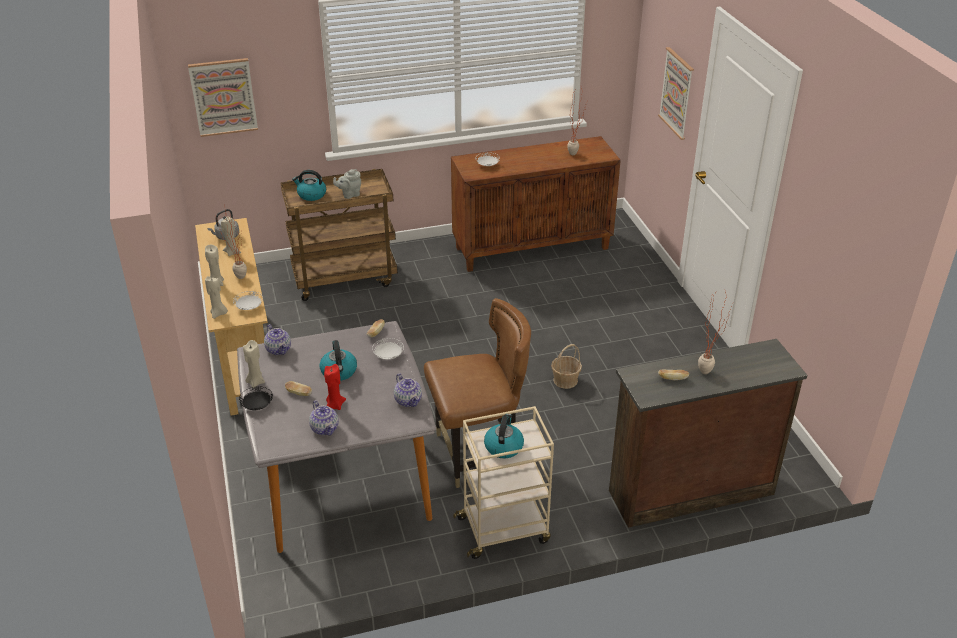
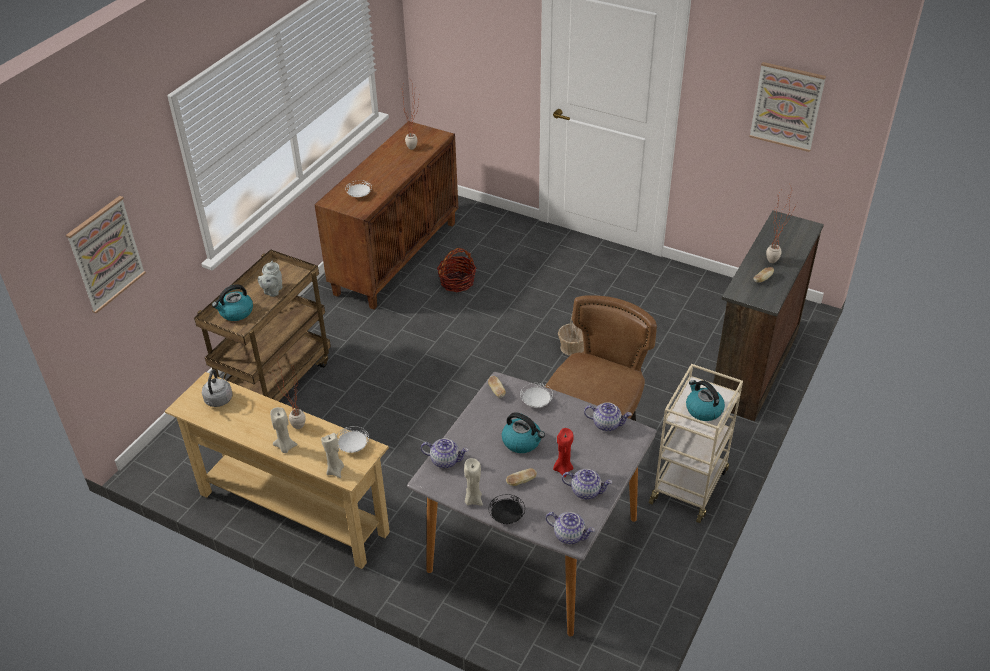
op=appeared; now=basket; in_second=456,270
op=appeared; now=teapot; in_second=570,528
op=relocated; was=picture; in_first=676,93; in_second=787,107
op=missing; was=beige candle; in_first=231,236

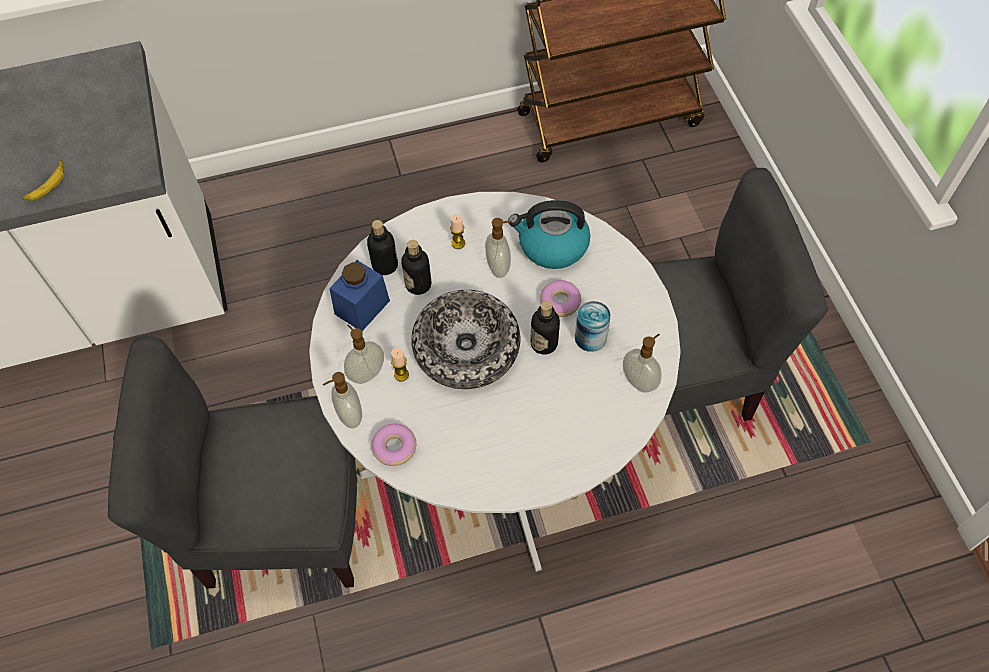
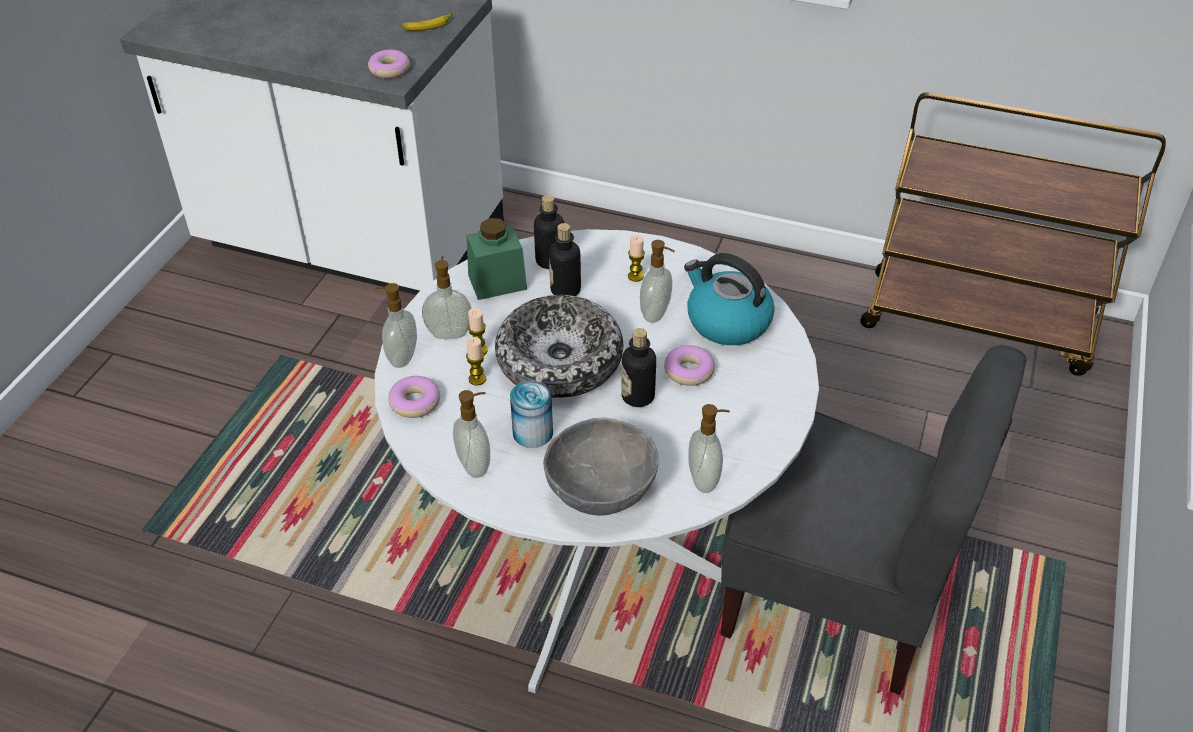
op=appeared; now=donut; in_second=389,64
op=relocated; was=banana; in_first=43,180; in_second=426,21
op=appeared; now=soap dispenser; in_second=471,434
op=appeared; now=candle; in_second=476,361
op=colour; was=blue jar; now=green jar; in_first=359,295; in_second=497,259
op=relocated; was=can; in_first=593,326; in_second=531,414
op=appeared; now=grey bowl; in_second=601,467
op=missing; was=grey chair; in_first=232,462

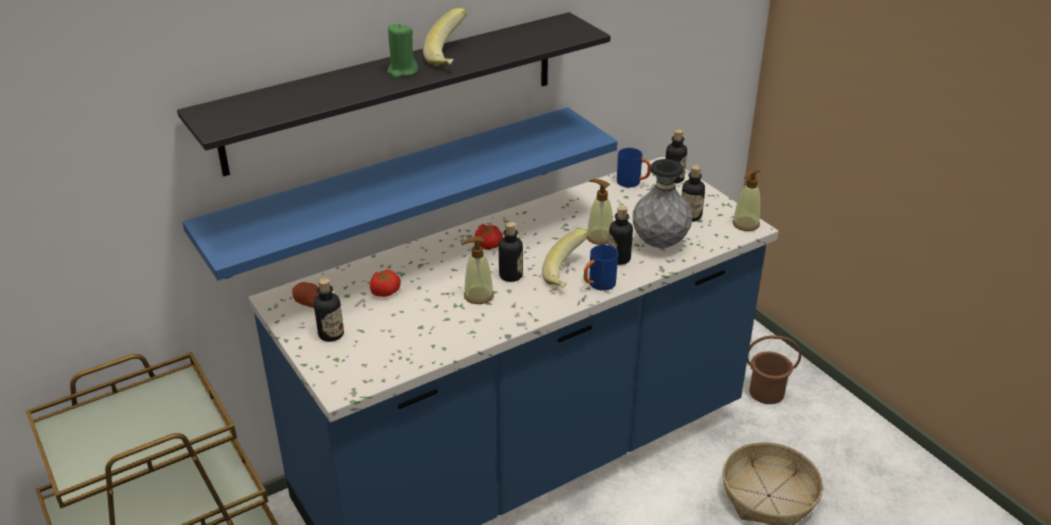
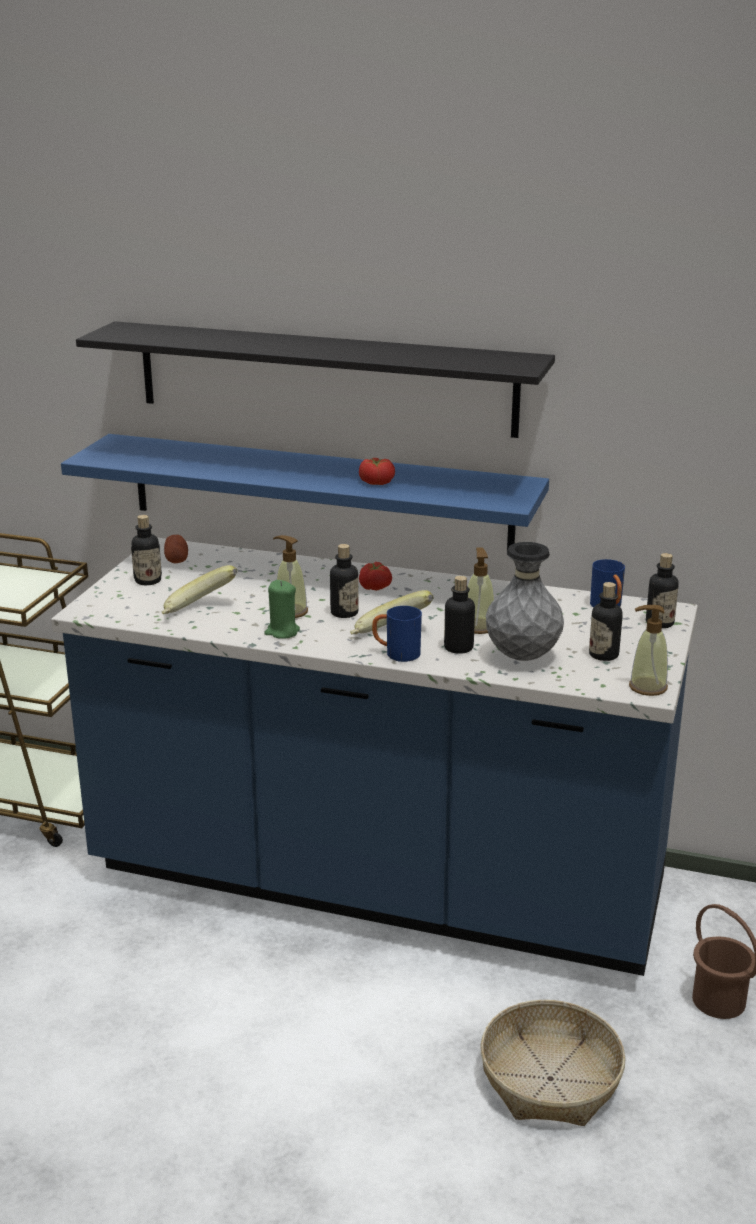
op=relocated; was=banana; in_first=445,37; in_second=199,589
op=relocated; was=green candle; in_first=402,50; in_second=282,609
op=relocated; was=tomato; in_first=385,283; in_second=377,471

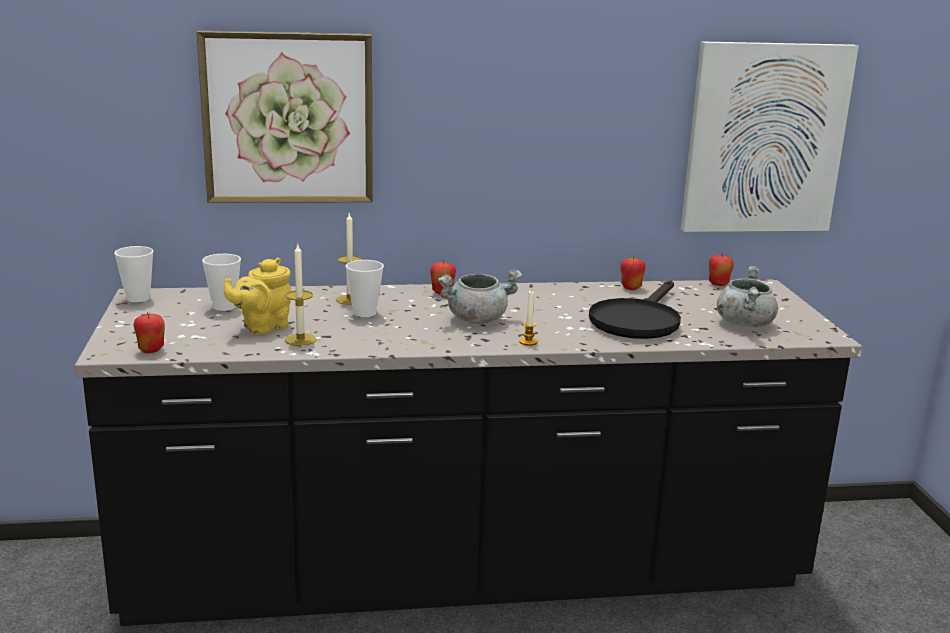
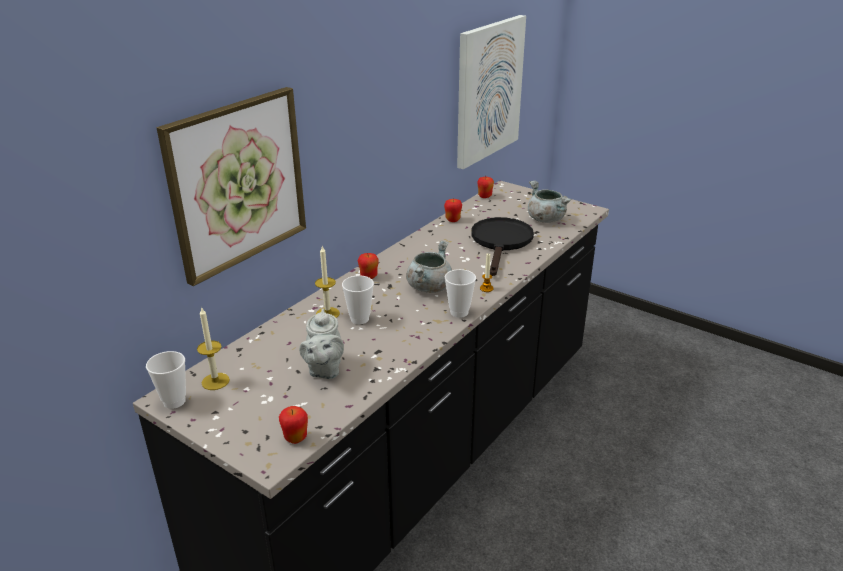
op=relocated; was=candle; in_first=300,294; in_second=213,349
op=colour; was=yellow teapot; now=grey teapot; in_first=257,296; in_second=321,343
op=relocated; was=cup; in_first=221,282; in_second=460,293
op=spun; was=black frying pan; in_first=635,309; in_second=502,246; clockwise=-150

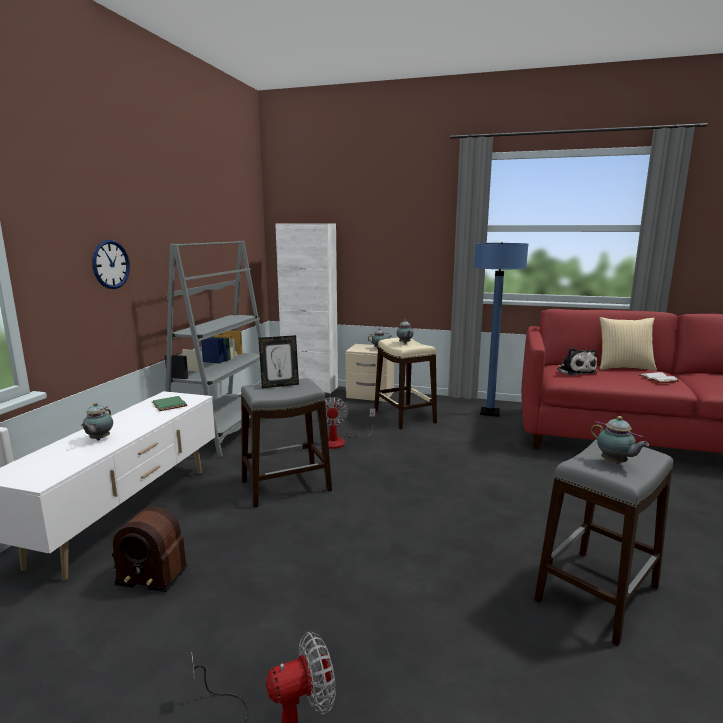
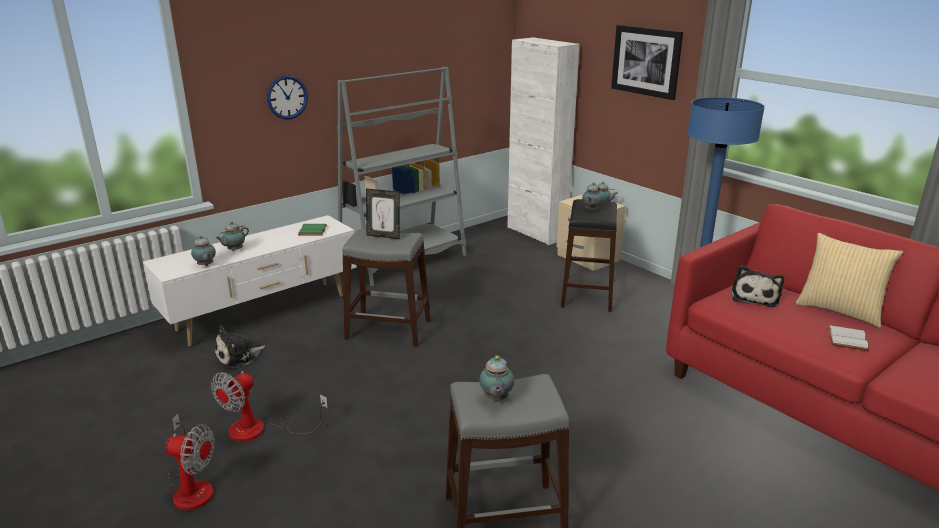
op=appeared; now=teapot; in_second=203,250
op=relocated; was=fan; in_first=350,423; in_second=269,406
op=exchanged; was=radio; now=plush toy; in_first=149,549; in_second=239,347
op=colour; was=beige stool; now=black stool; in_first=405,384; in_second=589,255
op=appeared; now=picture; in_second=647,62

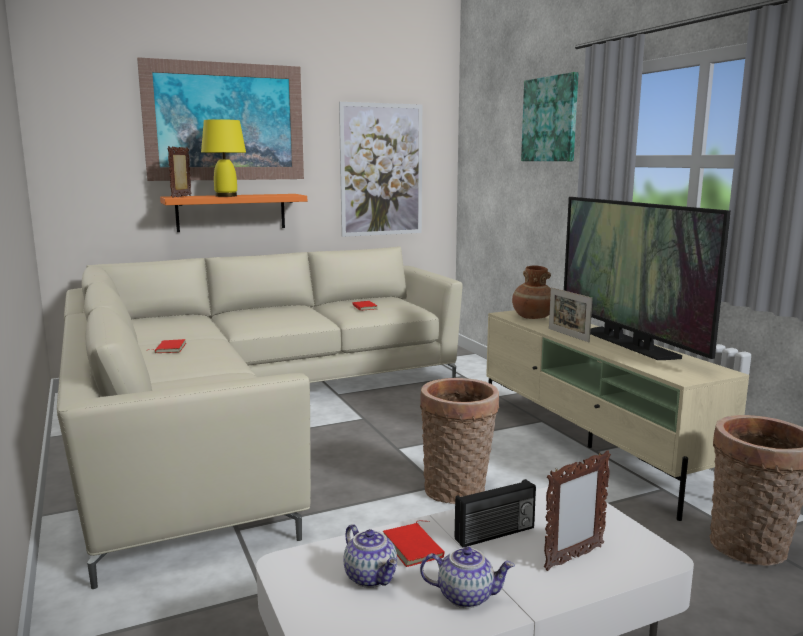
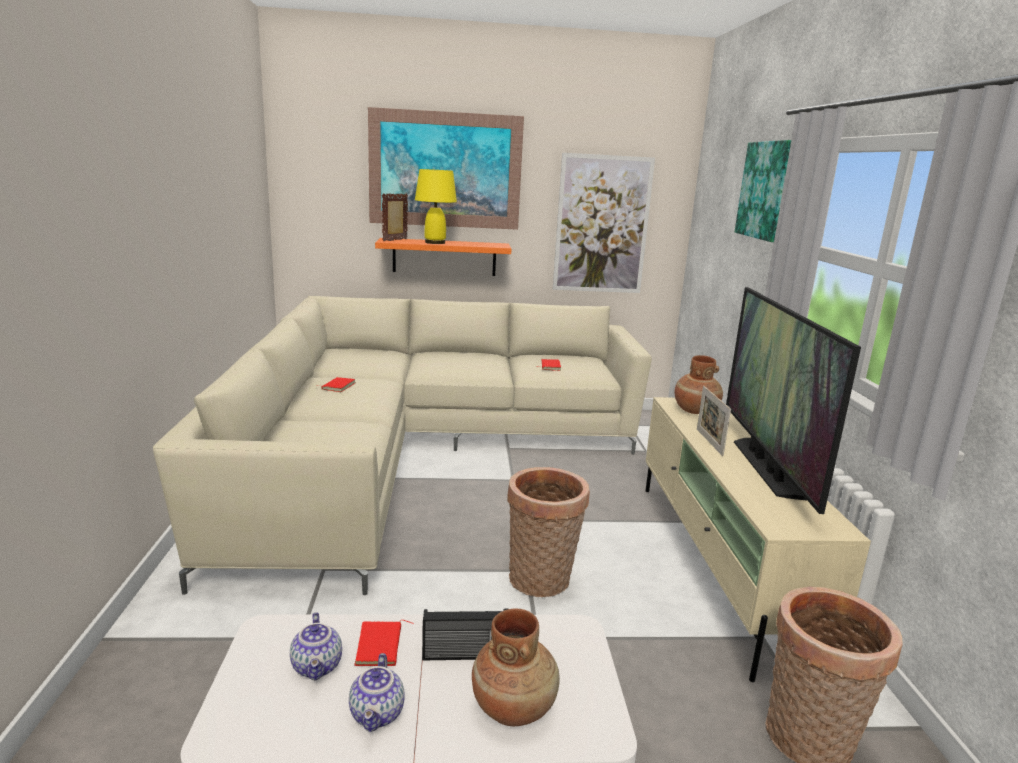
op=spun; was=teapot; in_first=467,577; in_second=377,692; clockwise=60
op=exchanged; was=picture frame; now=brown vase; in_first=577,510; in_second=516,667

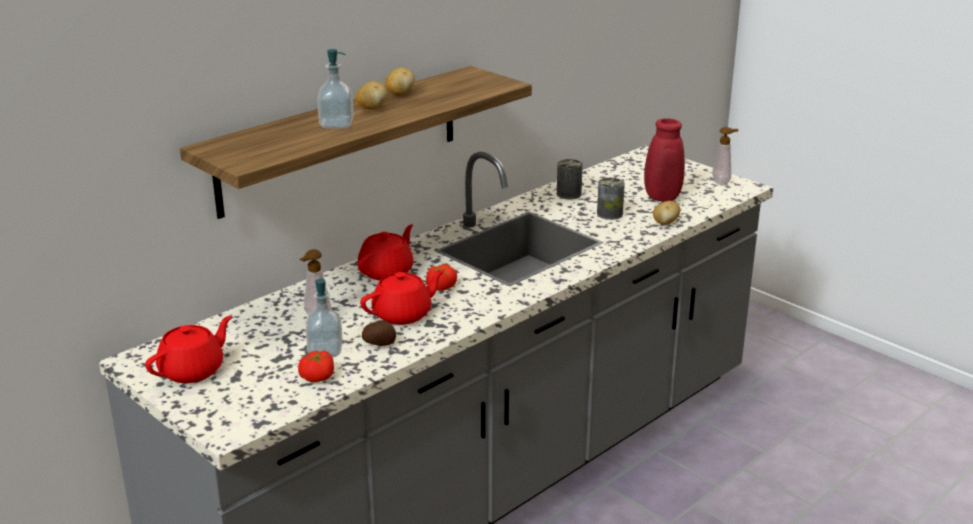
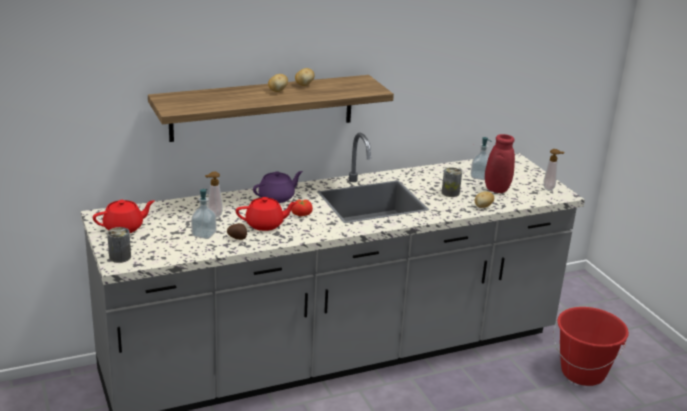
op=relocated; was=can; in_first=570,179; in_second=119,245
op=colour; was=red teapot; now=purple teapot; in_first=385,252; in_second=278,187
op=relocated; was=soap dispenser; in_first=335,89; in_second=481,158
op=appeared; now=red bucket; in_second=591,346
op=missing; was=tomato; in_first=316,366

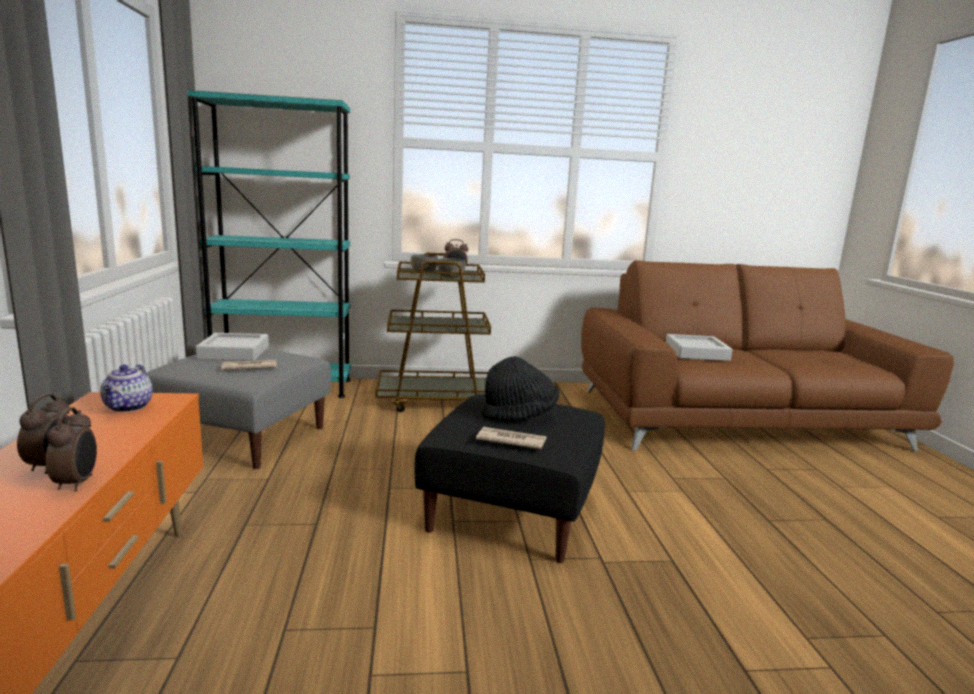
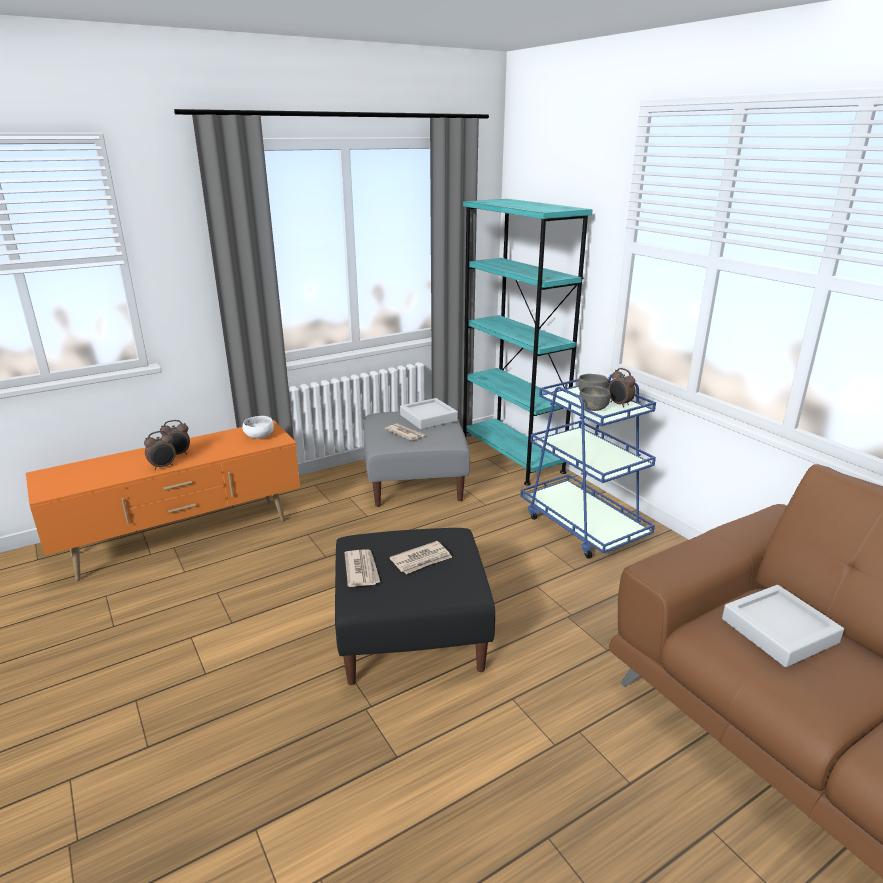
op=exchanged; was=teapot; now=white bowl; in_first=126,388; in_second=258,427
op=exchanged; was=black hat; now=newspaper; in_first=520,388; in_second=420,557
op=colour; was=brown cart; now=blue cart; in_first=433,332; in_second=588,466

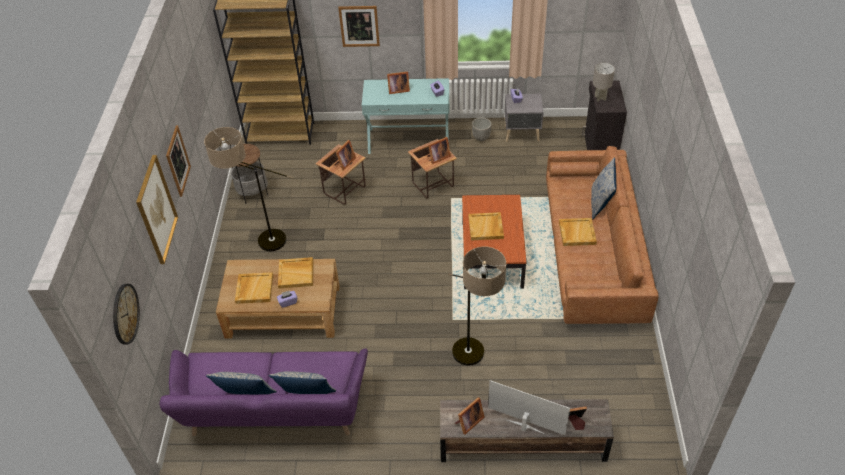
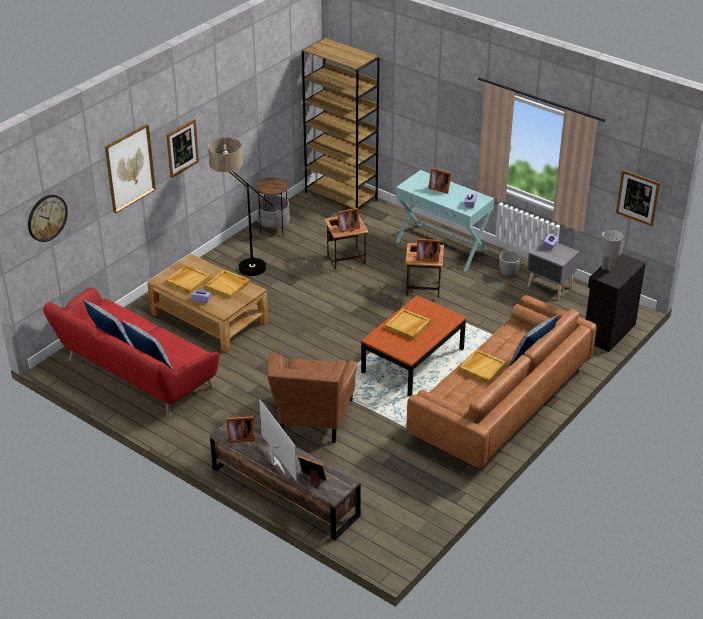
op=colour; was=purple sofa; now=red sofa; in_first=264,392; in_second=131,352
op=exchanged; was=floor lamp; now=brown armchair; in_first=477,306; in_second=312,398
op=relocated; was=picture; in_first=359,26; in_second=638,198

